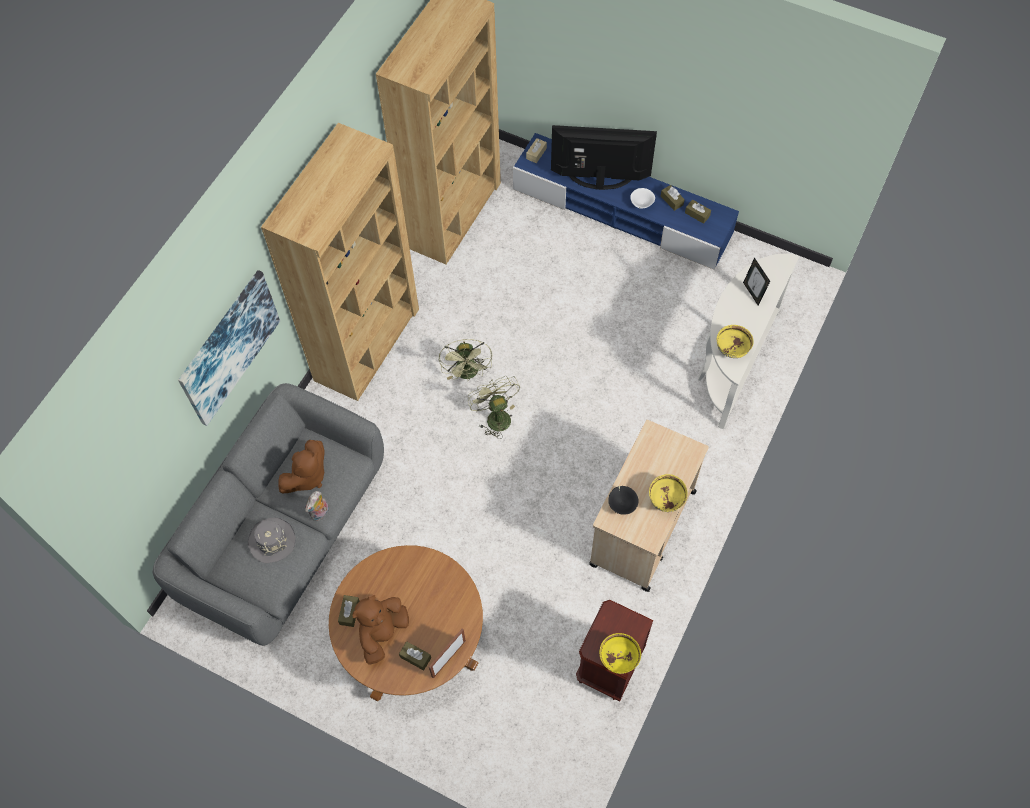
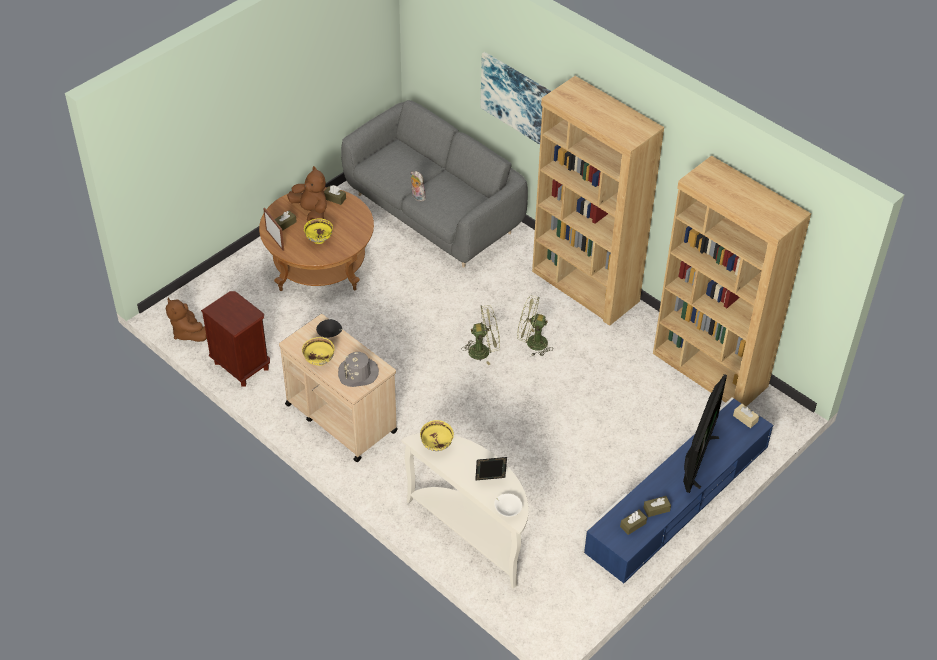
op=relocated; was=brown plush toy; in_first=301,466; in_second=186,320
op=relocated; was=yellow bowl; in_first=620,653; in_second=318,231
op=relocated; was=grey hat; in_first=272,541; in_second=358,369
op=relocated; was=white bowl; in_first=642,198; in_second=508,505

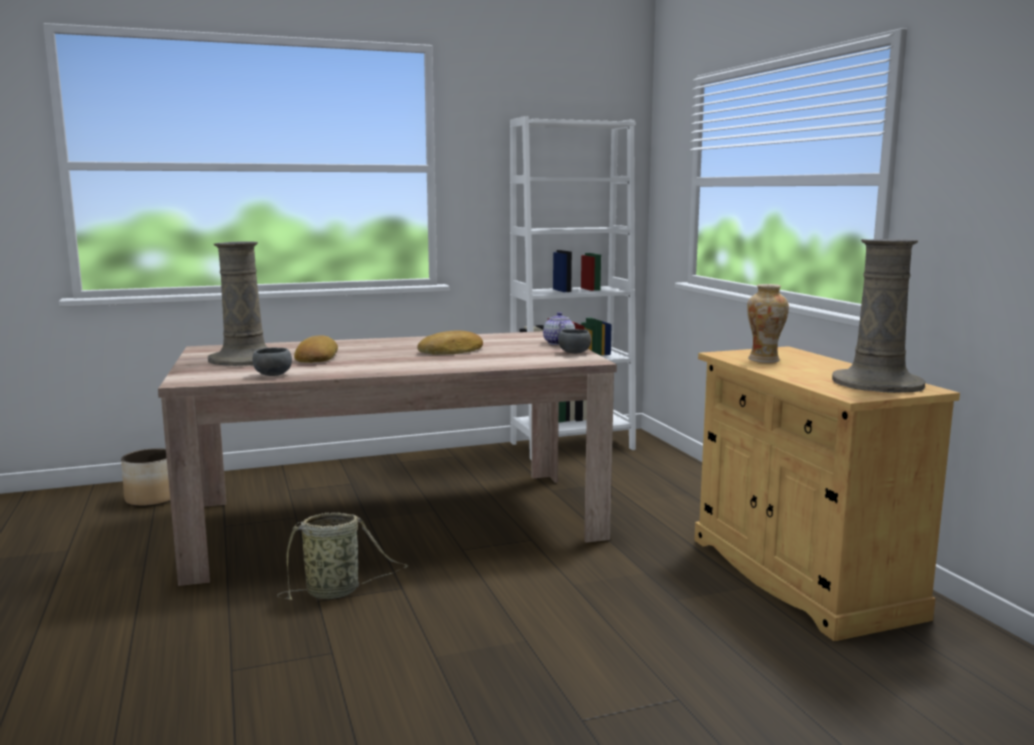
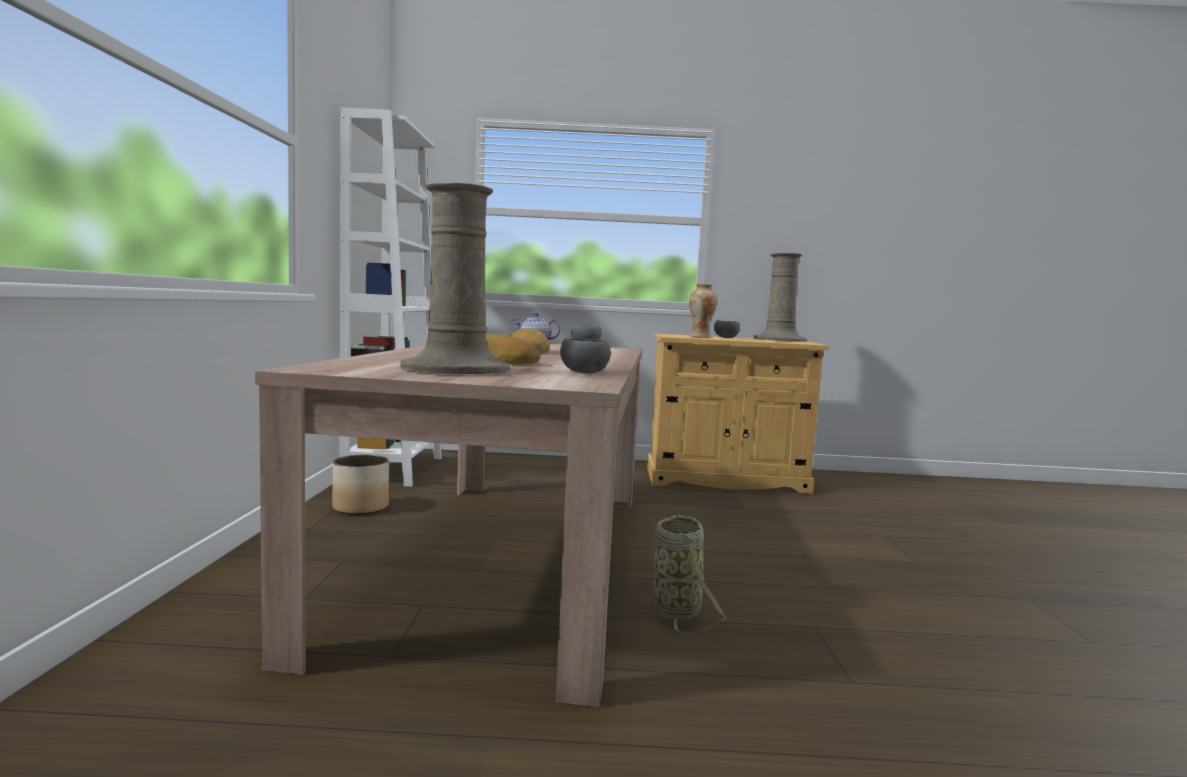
op=relocated; was=planter; in_first=145,477; in_second=360,485
op=appeared; now=grey bowl; in_second=727,329

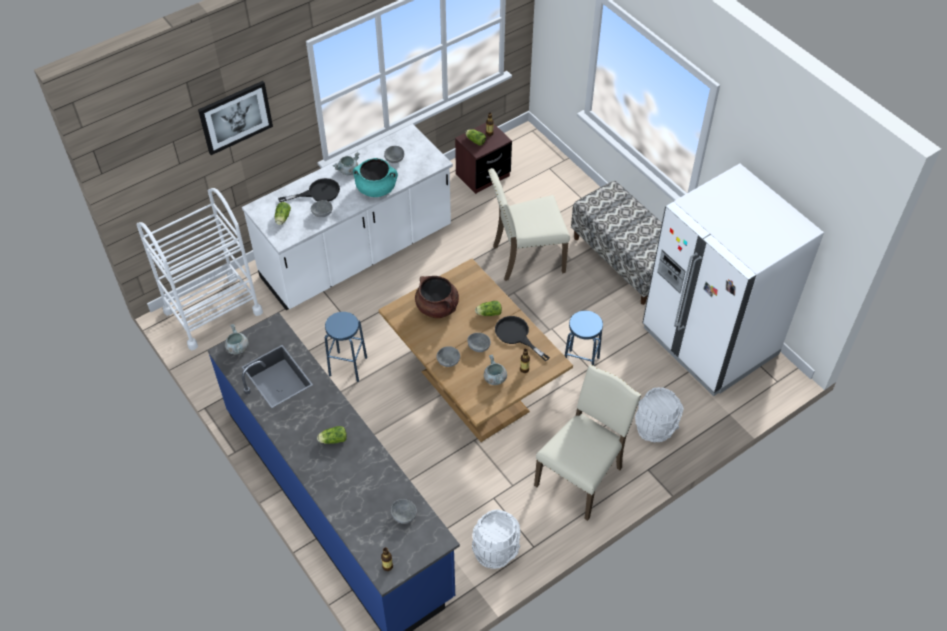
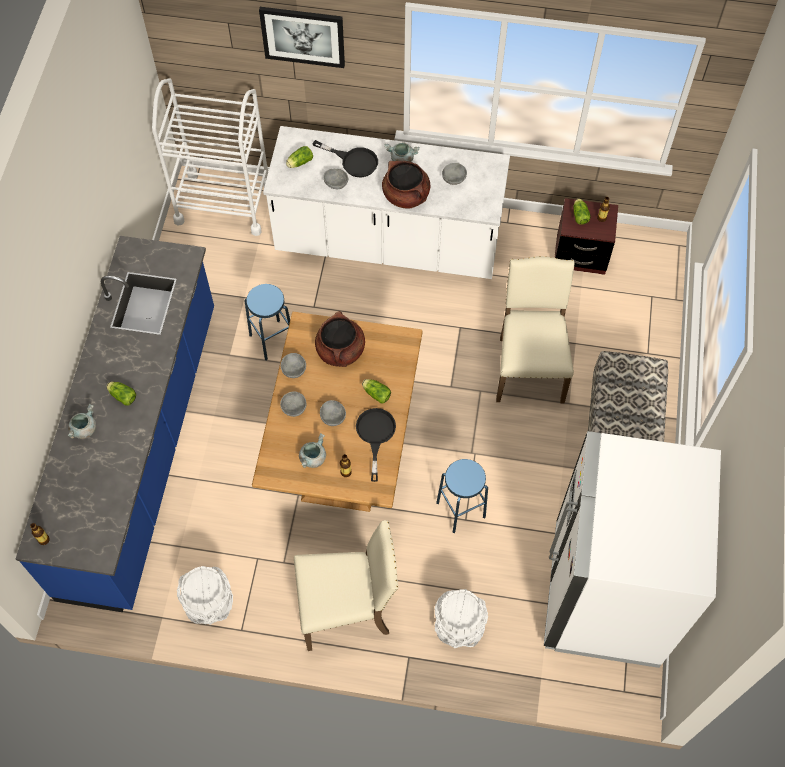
op=relocated; was=grey cooking pot; in_first=237,339; in_second=82,421
op=relocated; was=grey bowl; in_first=404,511; in_second=293,365
op=colour; was=turquoise cooking pot; now=brown cooking pot; in_first=375,177; in_second=406,185
op=spun; was=beige chair; in_first=529,224; in_second=535,330; clockwise=60

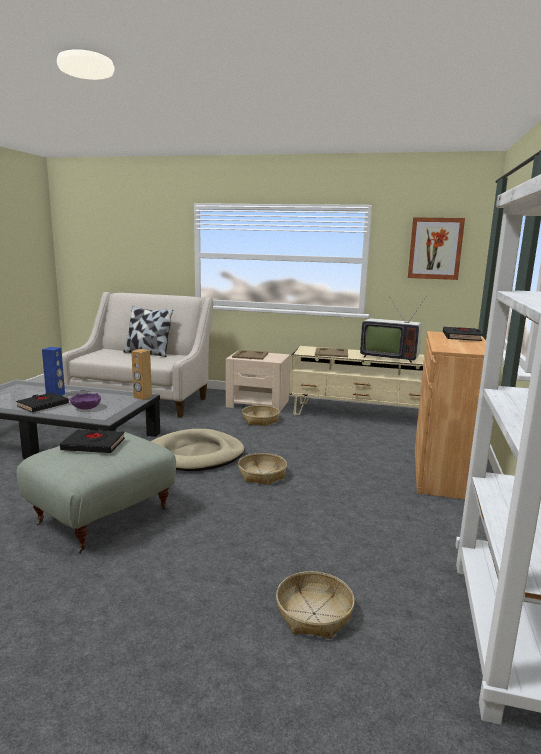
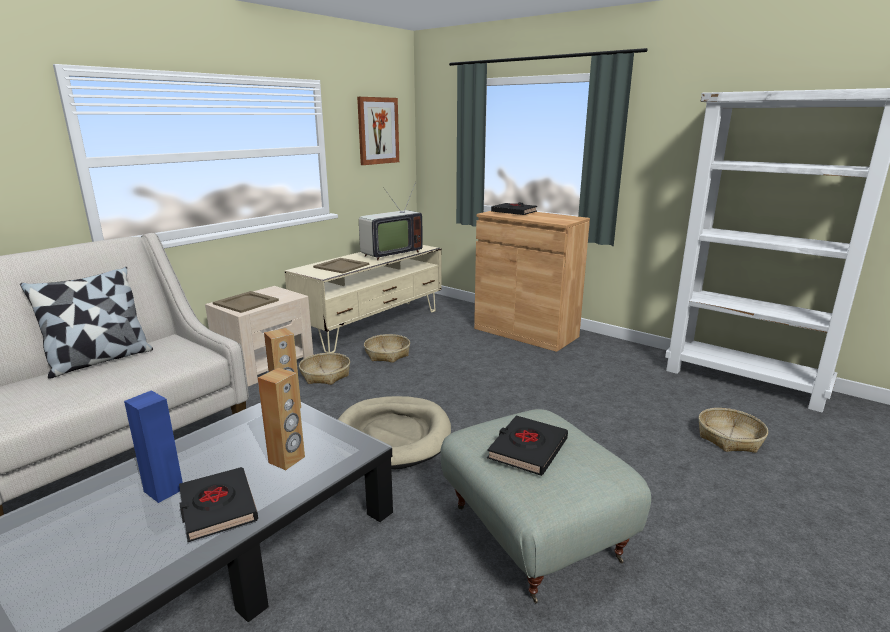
op=exchanged; was=purple bowl; now=brown speaker; in_first=85,401; in_second=281,419
op=relocated; was=basket; in_first=262,469; in_second=387,348

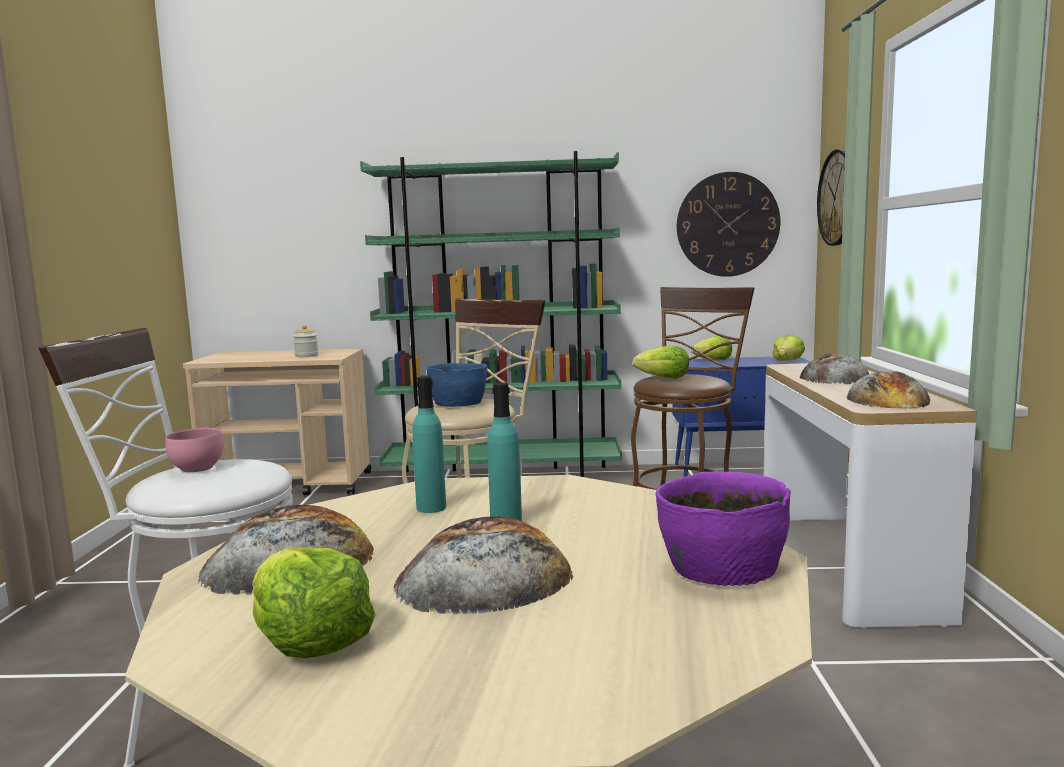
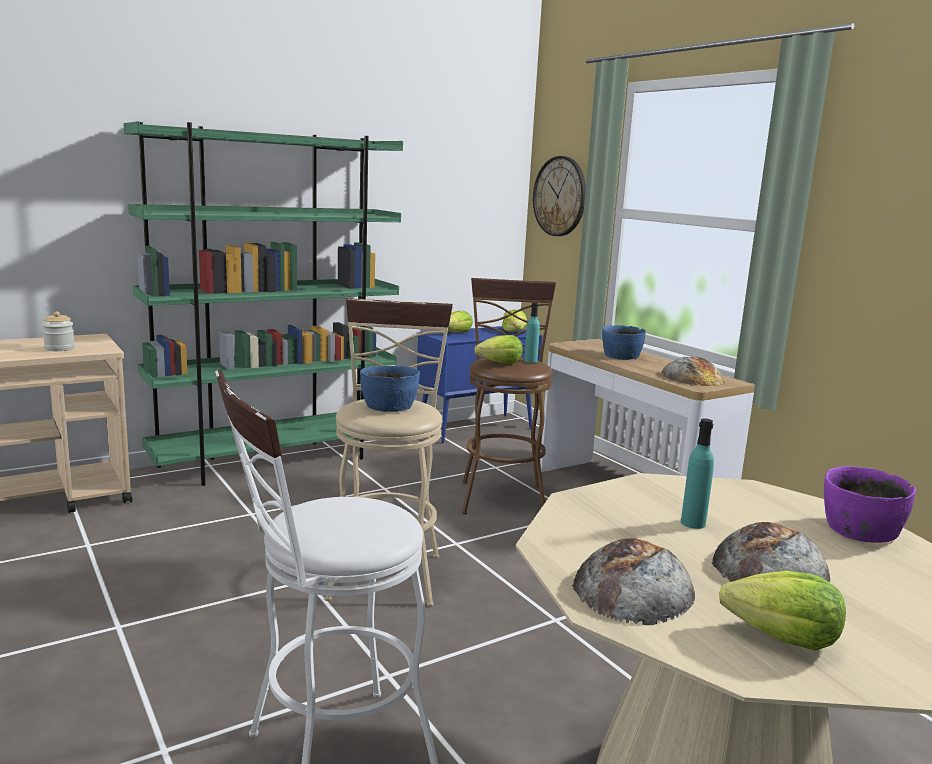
op=relocated; was=turquoise bottle; in_first=429,444; in_second=532,332
op=exchanged; was=bread; now=blue bowl; in_first=834,368; in_second=624,342
op=missing; was=pink bowl; in_first=194,450
op=missing; was=wall clock; in_first=728,224

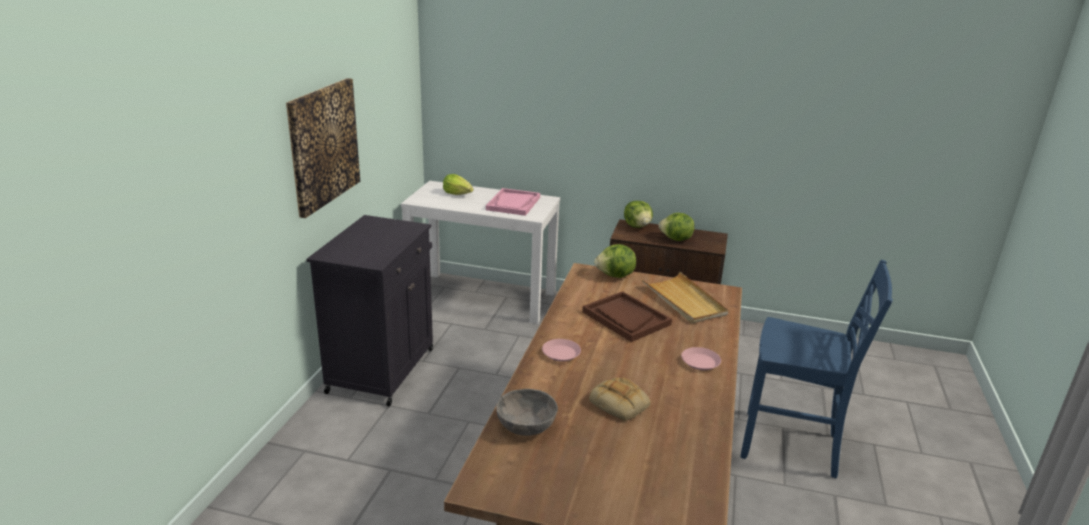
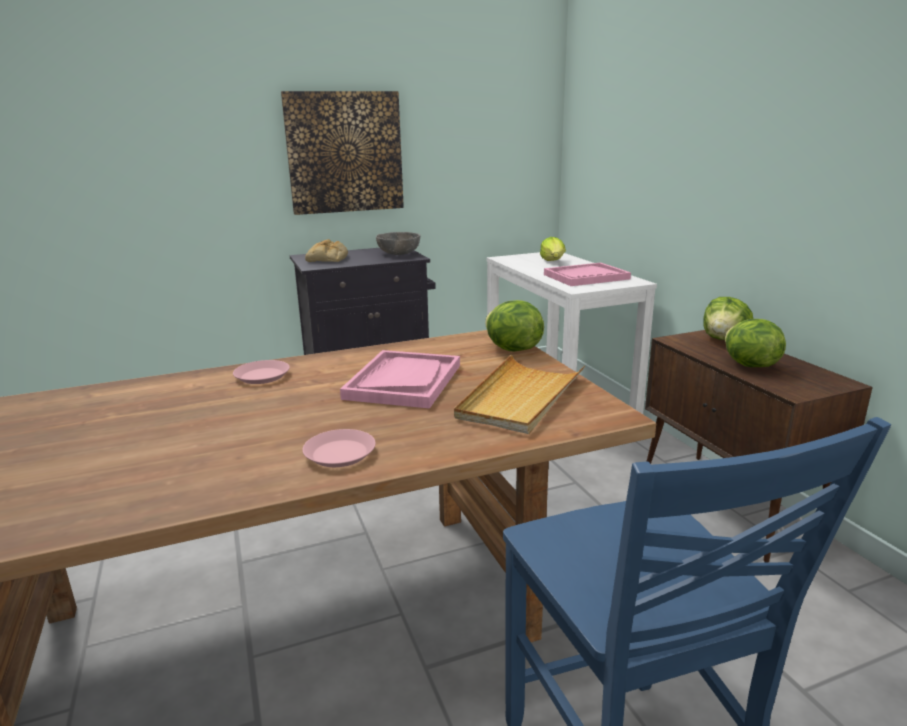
op=relocated; was=bread; in_first=620,399; in_second=326,250
op=colour; was=brown tray; now=pink tray; in_first=627,316; in_second=400,379
op=relocated; was=grey bowl; in_first=527,412; in_second=398,243

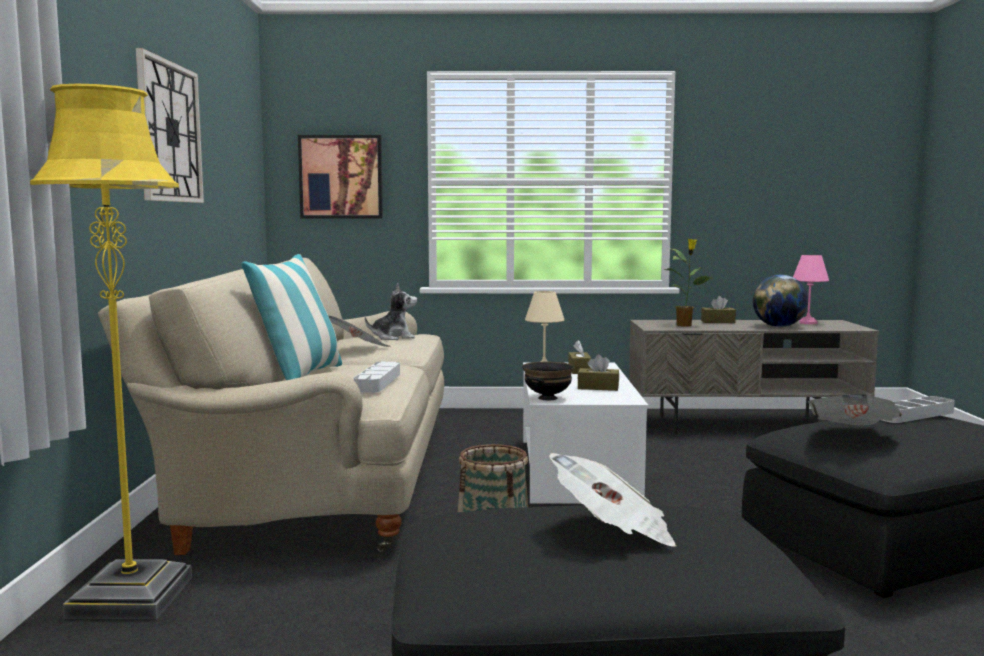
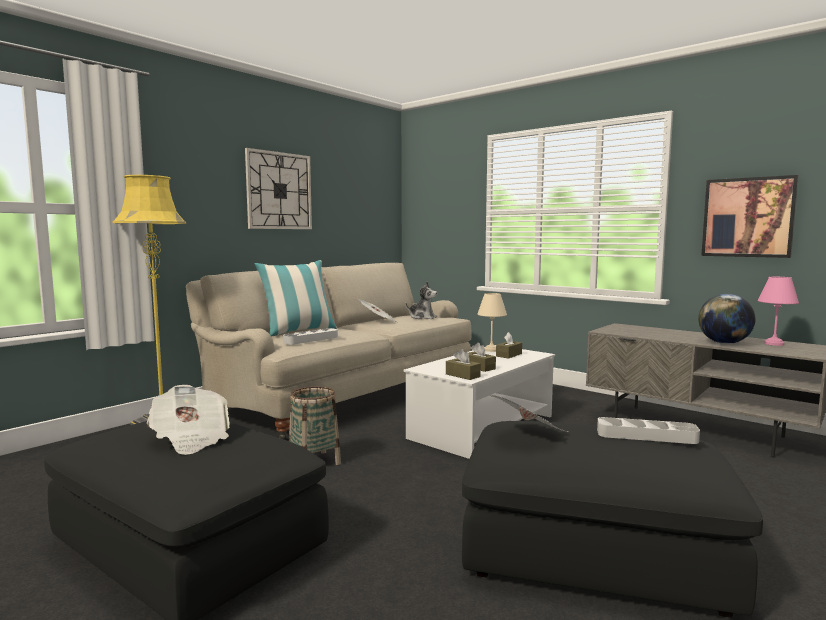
op=relocated; was=brown tissue box; in_first=718,309; in_second=463,364
op=relocated; was=picture; in_first=340,177; in_second=750,216
op=missing; was=black bowl; in_first=548,381
op=missing; was=potted plant; in_first=688,283

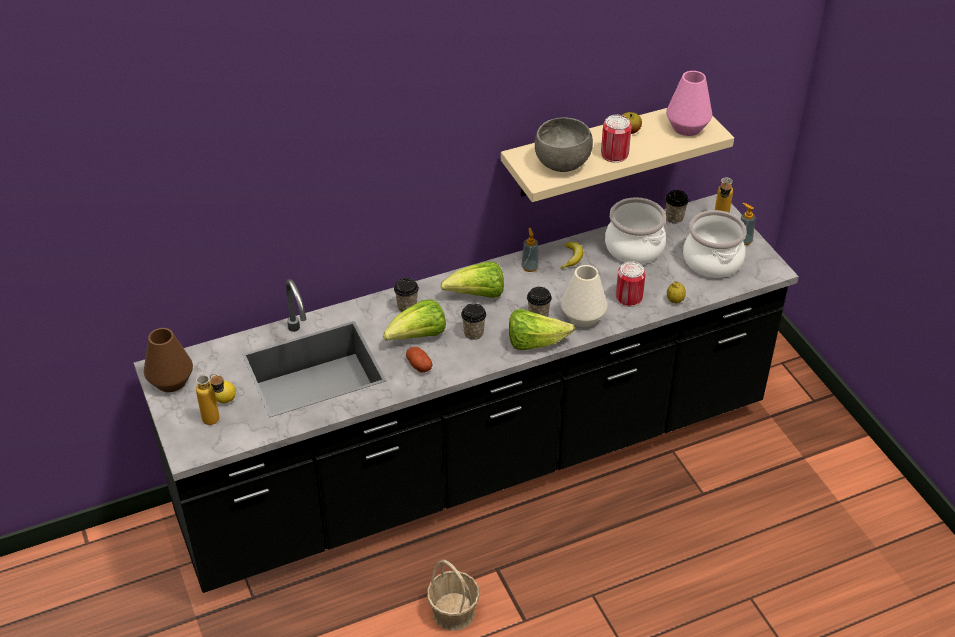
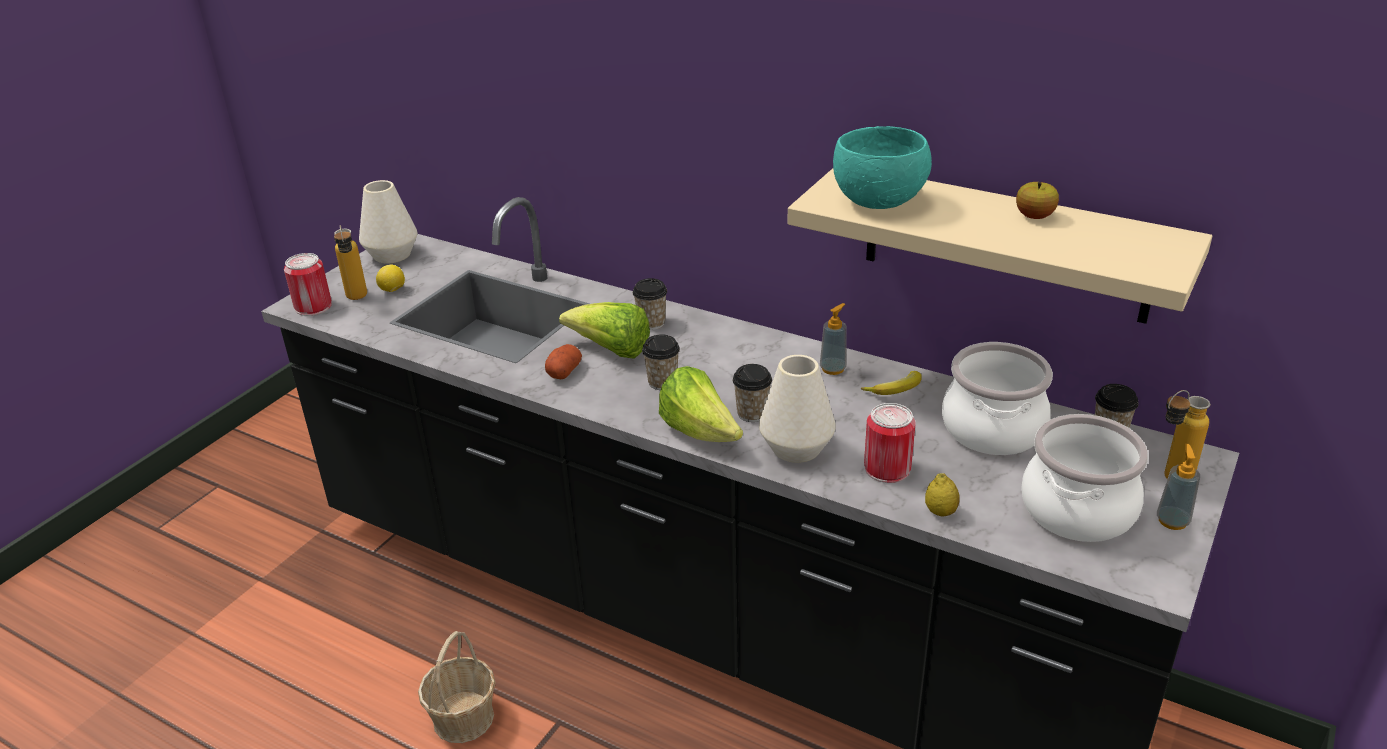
op=relocated; was=can; in_first=616,139; in_second=307,284
op=colour; was=brown vase; now=white vase; in_first=168,360; in_second=388,221
op=colour; was=grey bowl; now=turquoise bowl; in_first=564,144; in_second=882,167
op=missing; was=lettuce; in_first=472,280
op=missing; was=pink vase; in_first=689,103

